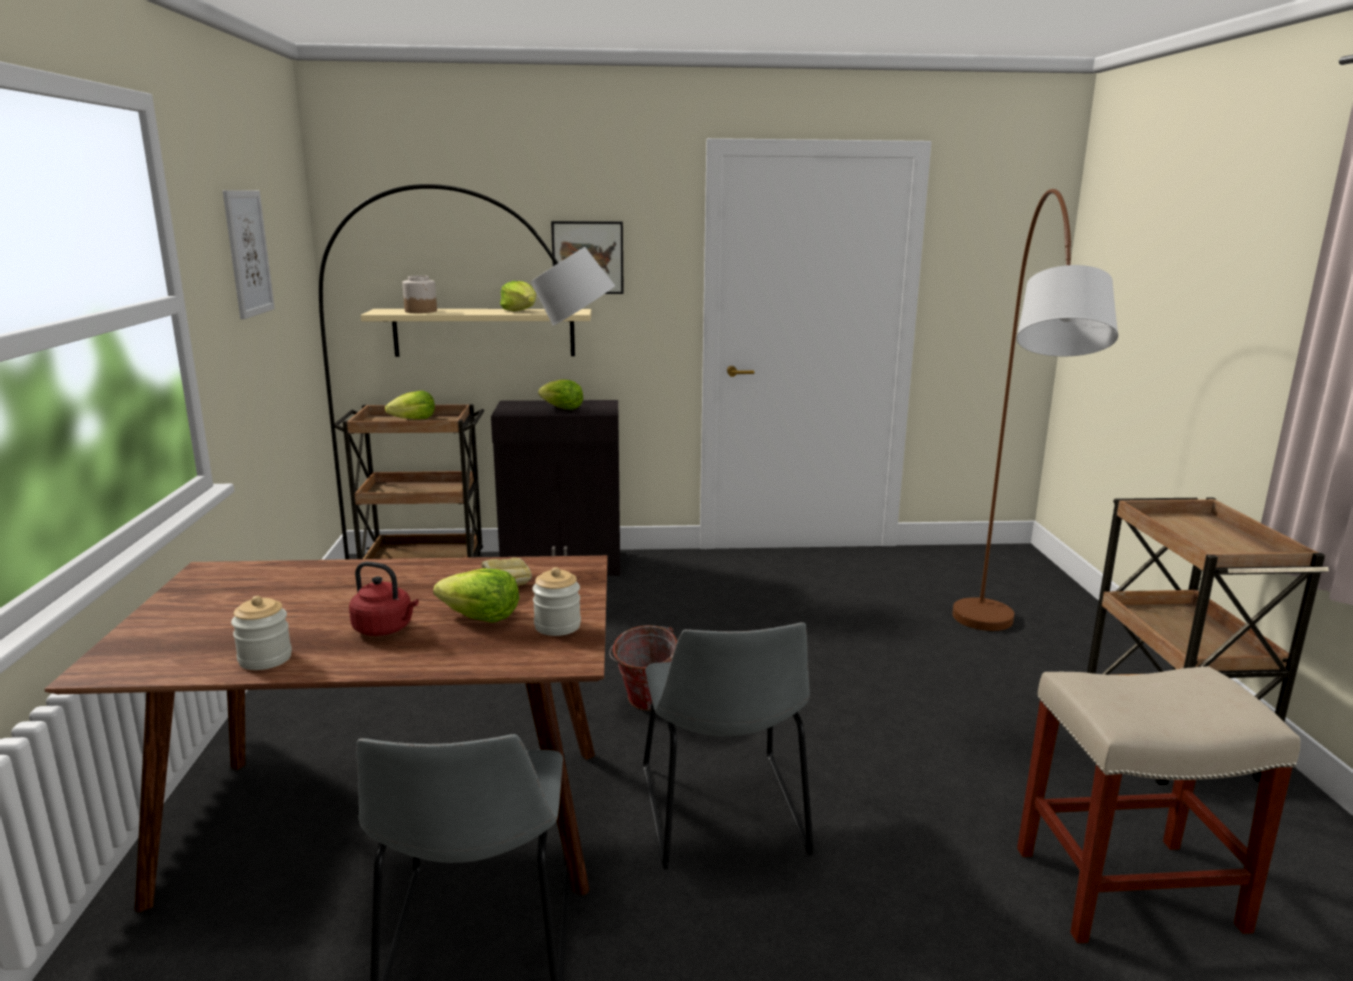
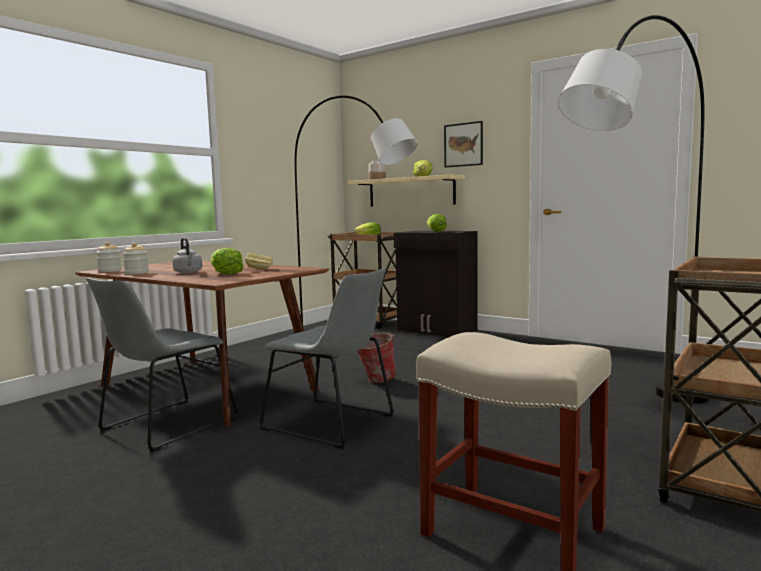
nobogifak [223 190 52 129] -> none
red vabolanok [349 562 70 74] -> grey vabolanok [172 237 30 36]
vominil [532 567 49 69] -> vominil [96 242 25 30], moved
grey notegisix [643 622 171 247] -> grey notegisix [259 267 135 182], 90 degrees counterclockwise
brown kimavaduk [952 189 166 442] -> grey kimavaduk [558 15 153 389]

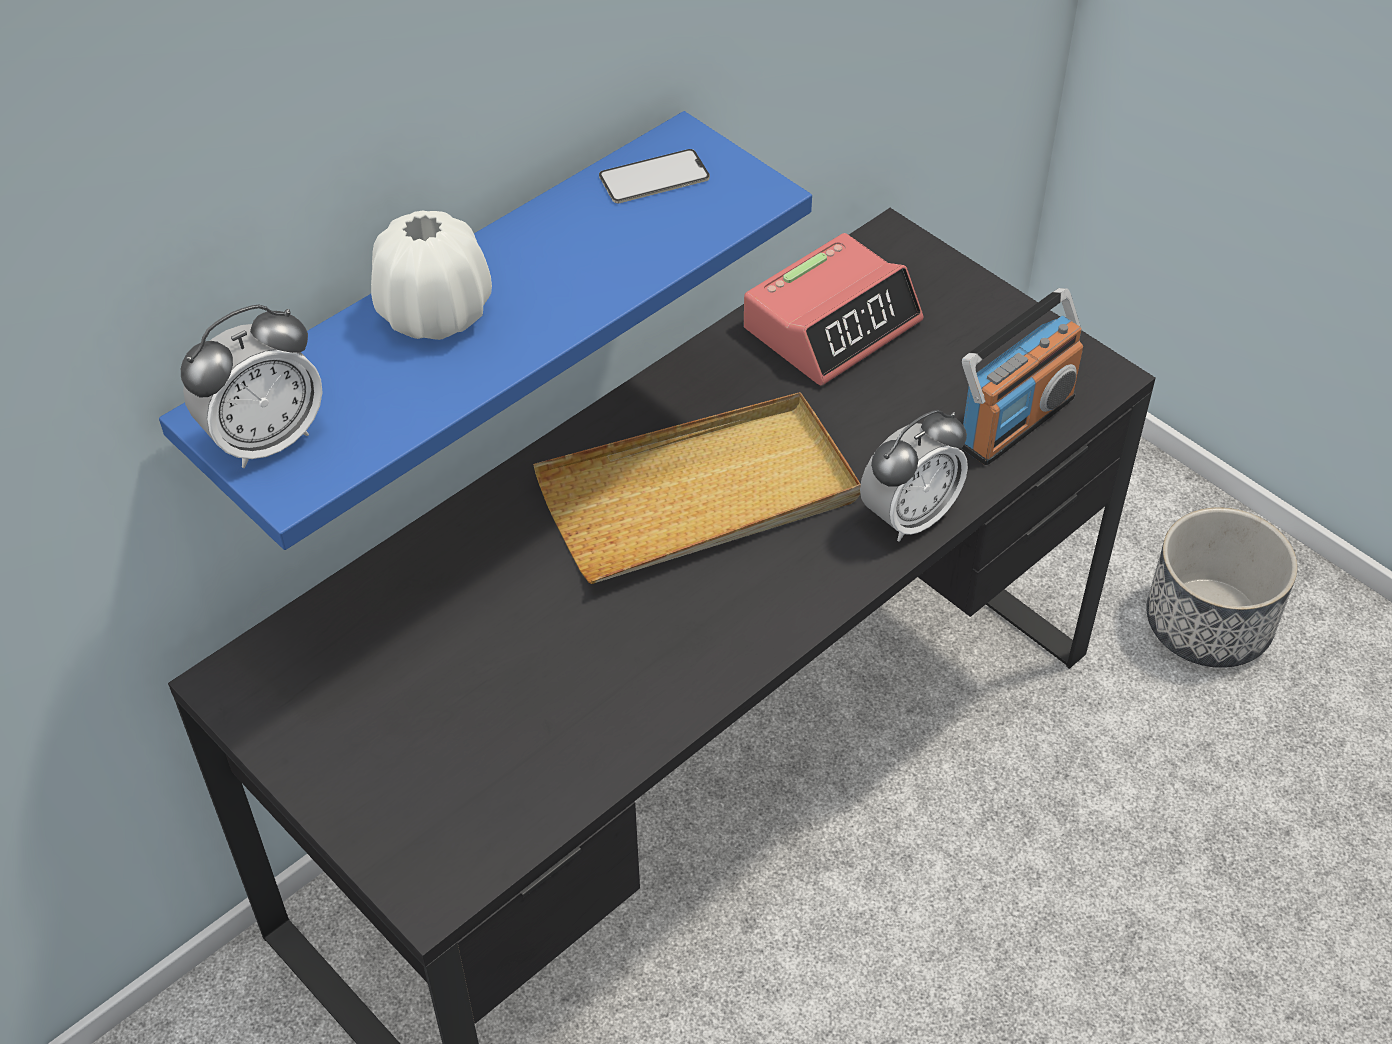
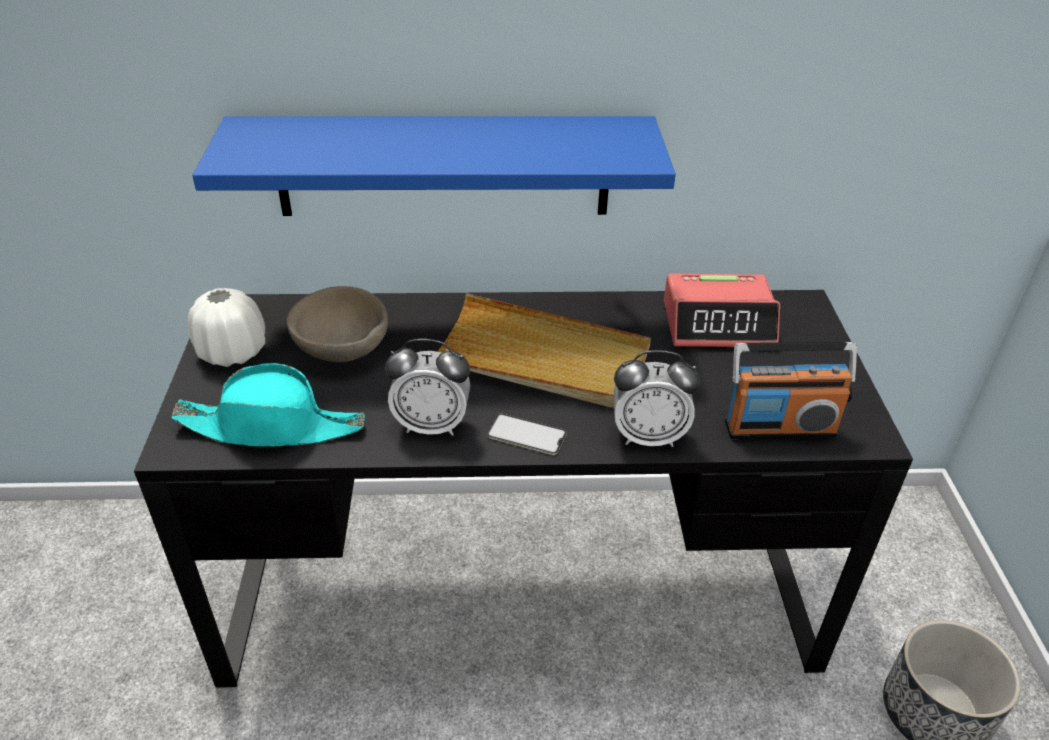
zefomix [181 304 142 164] -> zefomix [385 339 85 97], moved
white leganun [371 211 121 129] -> white leganun [188 288 77 79], moved
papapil [599 149 111 54] -> papapil [487 414 80 41], moved
none -> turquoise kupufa [171 363 194 84]
none -> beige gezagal [287 286 101 76]

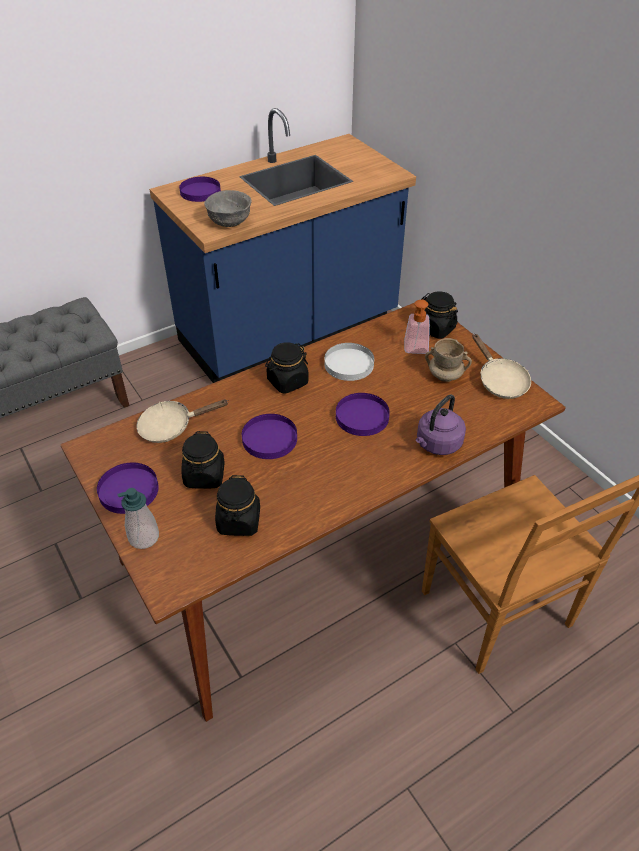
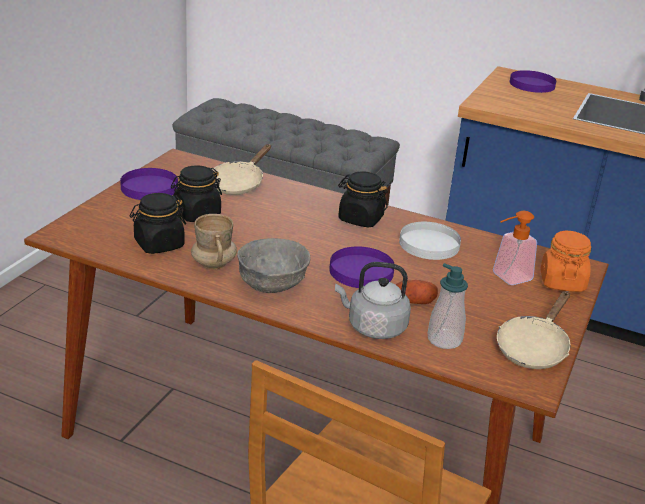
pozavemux [118 488 41 61] -> pozavemux [428 263 40 86], moved
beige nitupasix [137 399 92 44] -> beige nitupasix [212 144 59 51], 105 degrees counterclockwise
grey gezagal [204 190 48 37] -> grey gezagal [237 238 74 55], moved
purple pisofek [242 414 55 45] -> none
purple vabolanok [416 394 50 61] -> grey vabolanok [335 262 76 77]
black vominil [421 291 37 48] -> orange vominil [540 231 51 61]
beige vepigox [425 338 47 44] -> beige vepigox [191 214 46 56], moved
none -> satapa [396 280 42 24]

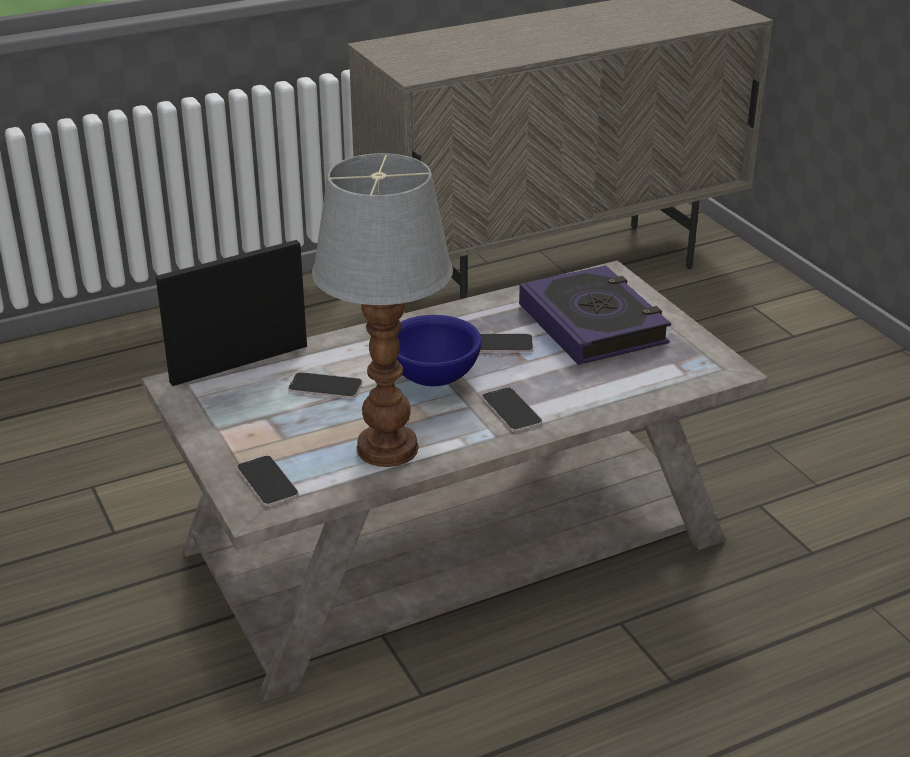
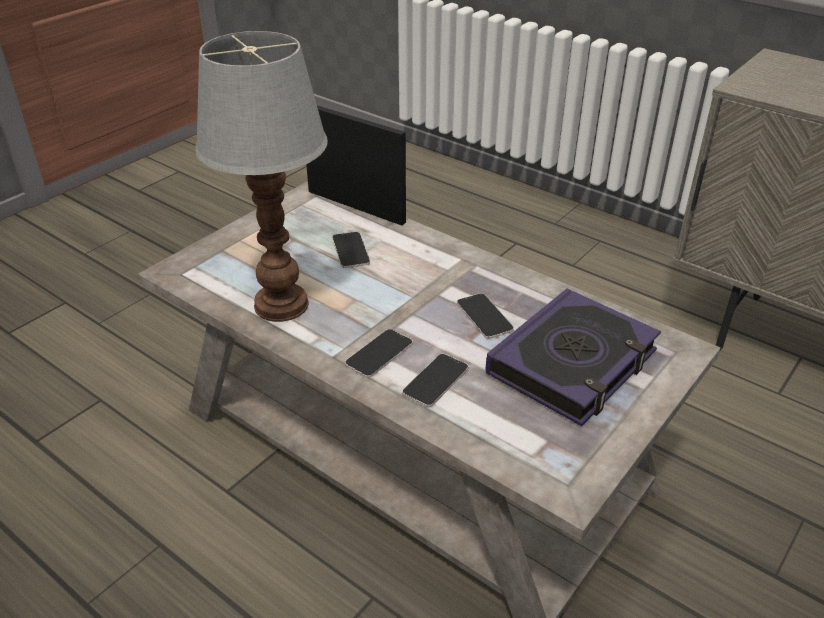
papapil [237 455 62 51] -> papapil [402 354 67 53], moved
blue gezagal [397 315 85 71] -> none

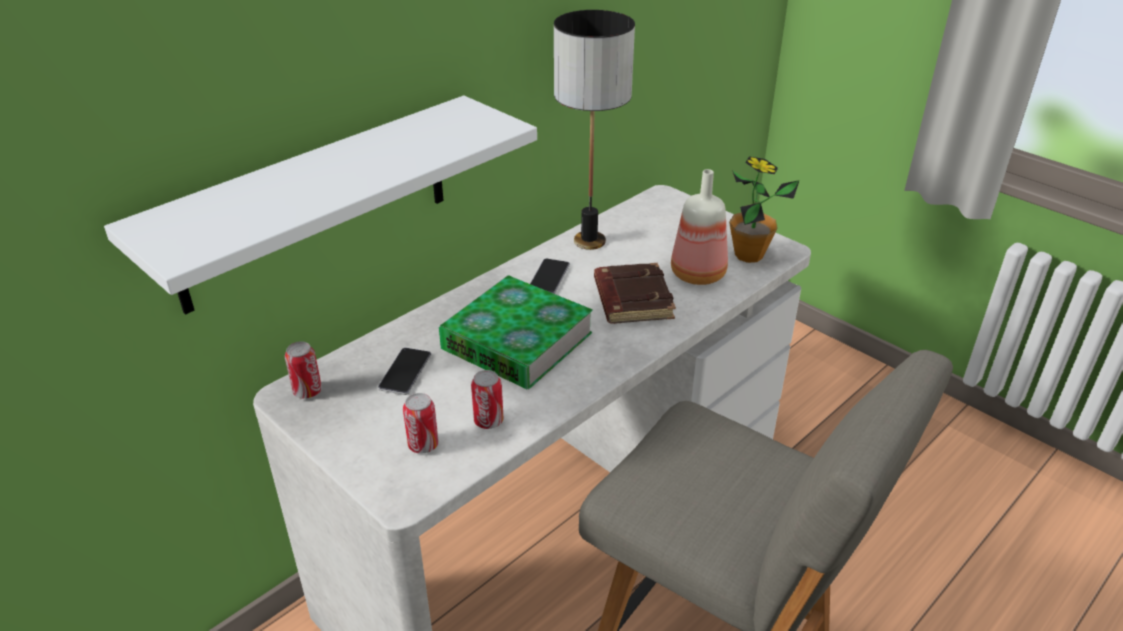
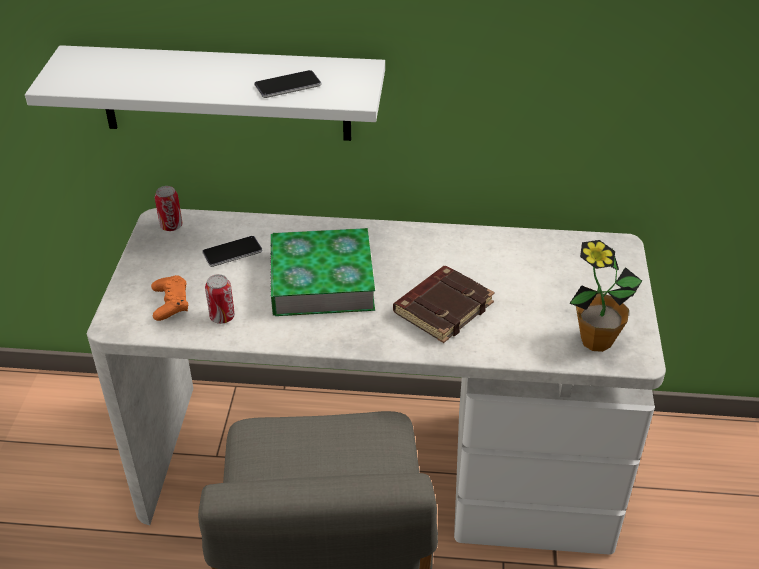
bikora [403 393 36 61] -> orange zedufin [151 275 38 46]
papapil [530 259 40 35] -> papapil [254 70 67 28], moved
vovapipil [554 10 81 240] -> none
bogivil [671 169 57 116] -> none

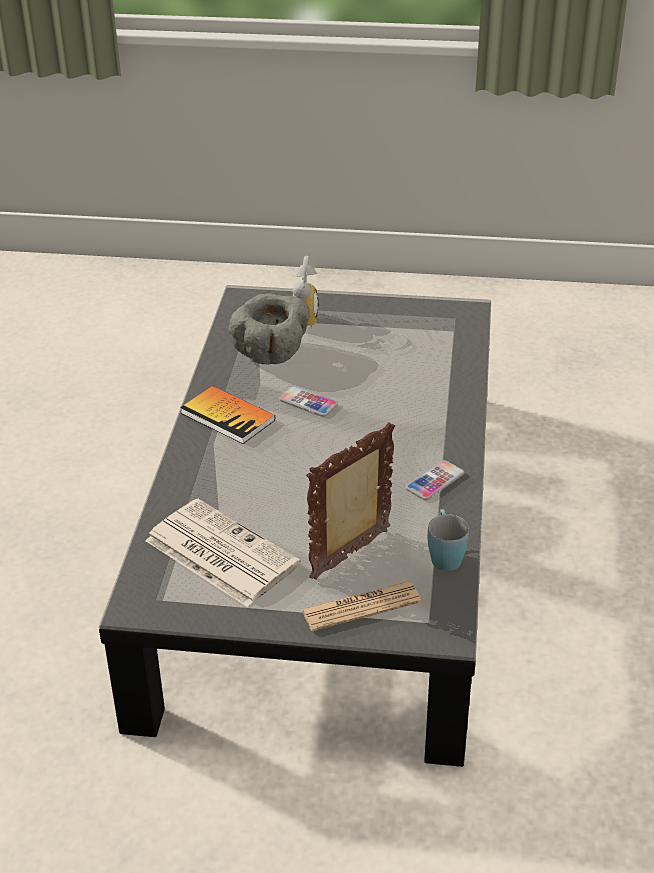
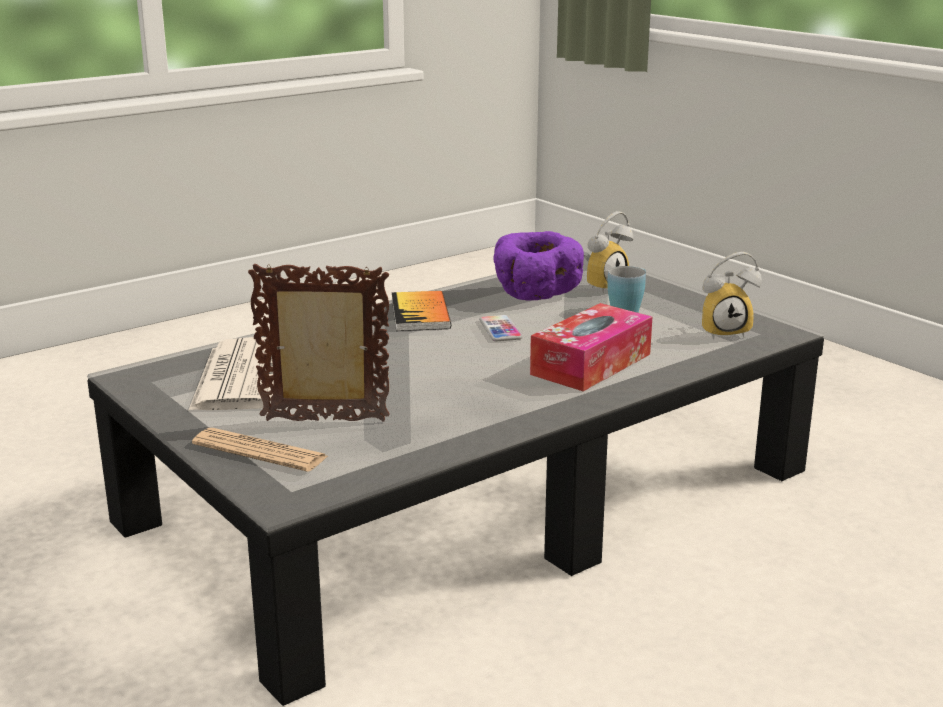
grey gezagal [229 294 81 71] -> purple gezagal [493 231 91 70]
papapil [406 460 58 40] -> none
blue vepigox [428 509 41 62] -> blue vepigox [607 266 39 47], moved
none -> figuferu [530 303 122 88]
none -> zefomix [702 252 60 88]

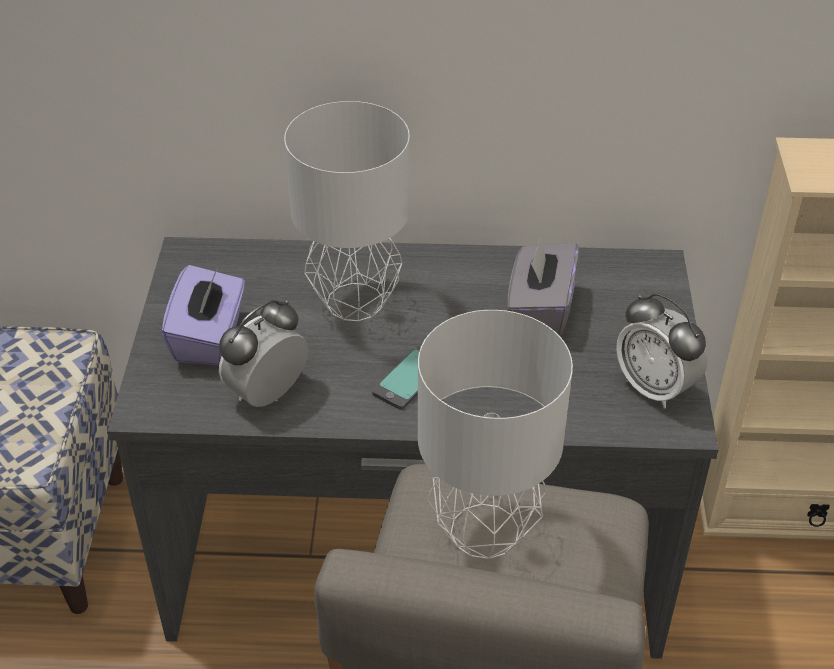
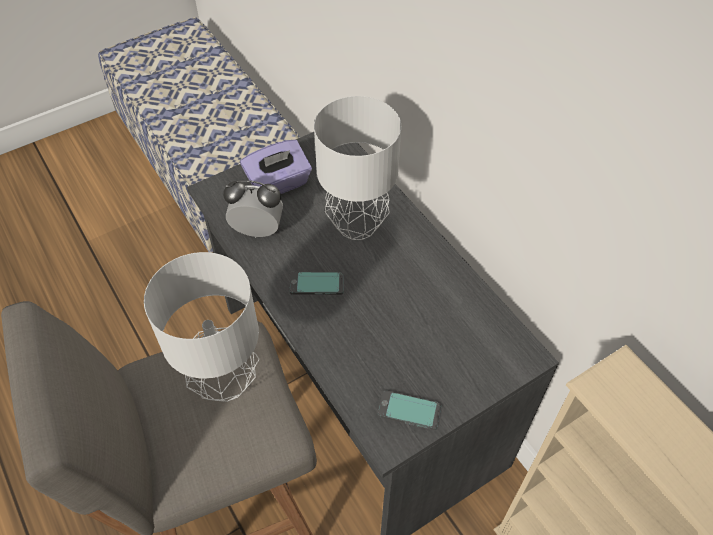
grey figuferu [507 238 72 98] -> none
zefomix [616 293 92 116] -> papapil [378 390 64 40]

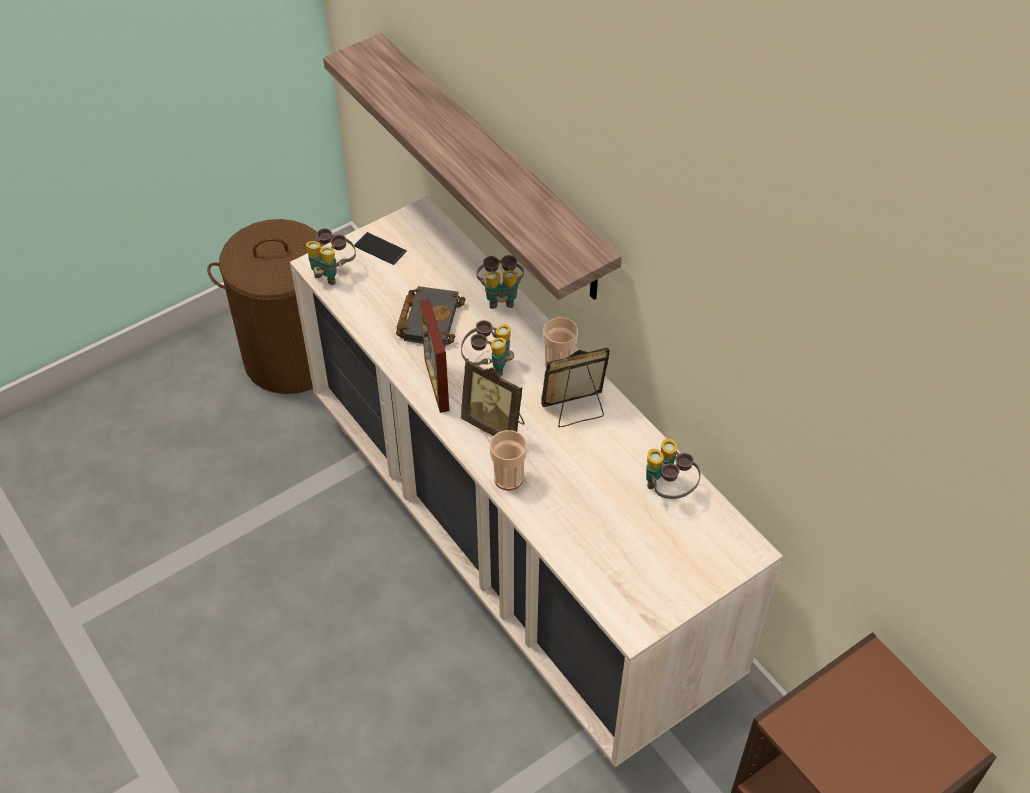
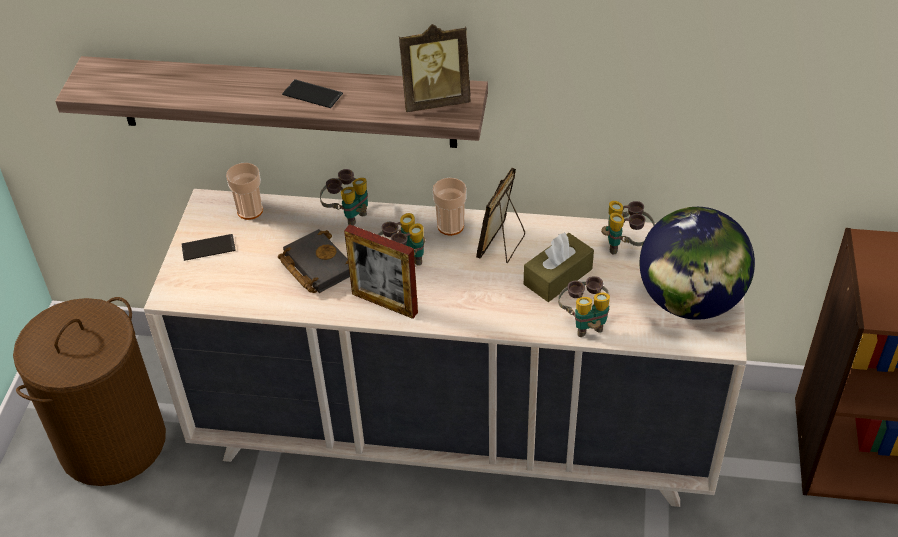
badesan [306 228 50 57] -> badesan [558 276 52 61], moved
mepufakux [461 358 64 78] -> mepufakux [399 24 72 88], moved
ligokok [490 430 37 60] -> ligokok [226 163 37 57], moved
none -> papapil [282 79 61 29]
none -> brown figuferu [524 233 70 69]
none -> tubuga [640 207 115 113]

